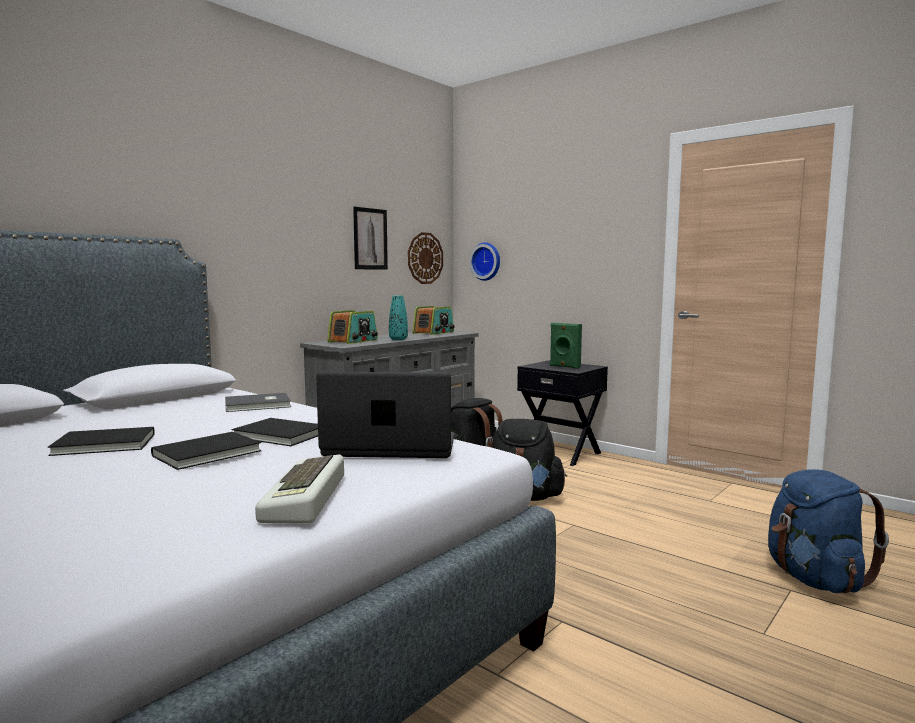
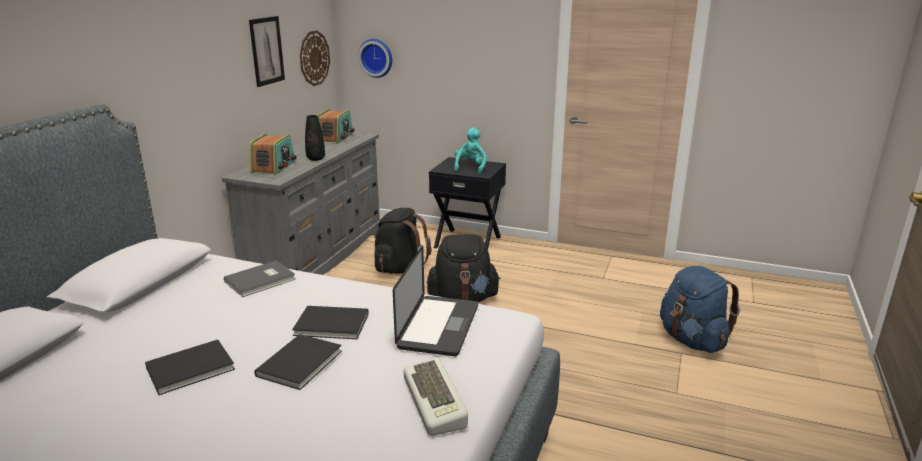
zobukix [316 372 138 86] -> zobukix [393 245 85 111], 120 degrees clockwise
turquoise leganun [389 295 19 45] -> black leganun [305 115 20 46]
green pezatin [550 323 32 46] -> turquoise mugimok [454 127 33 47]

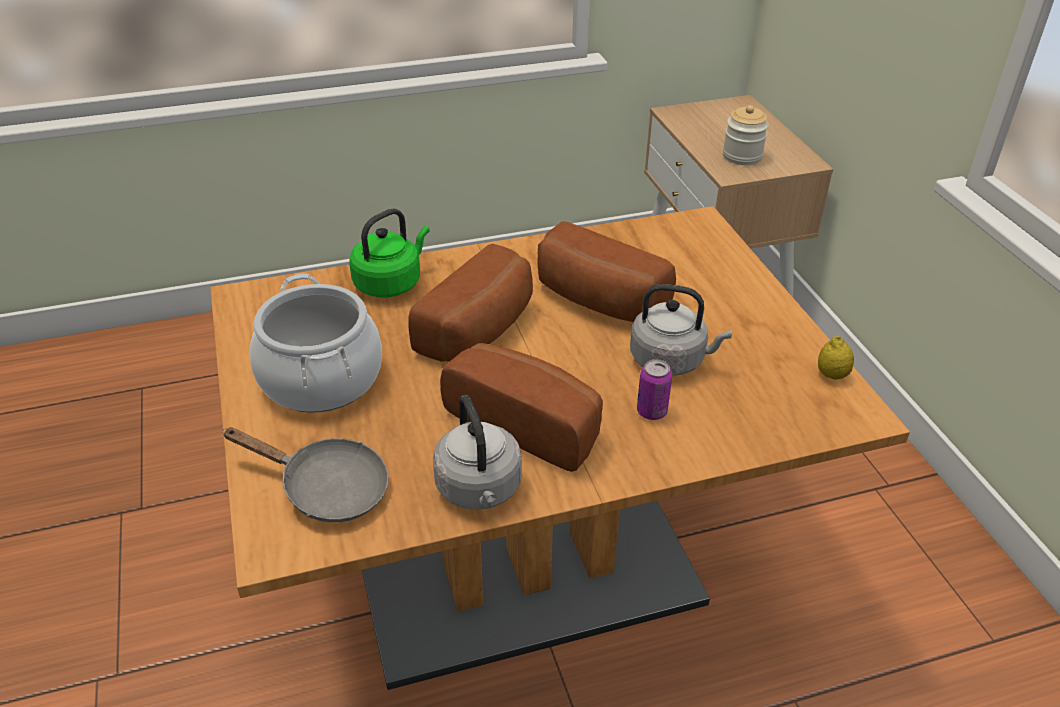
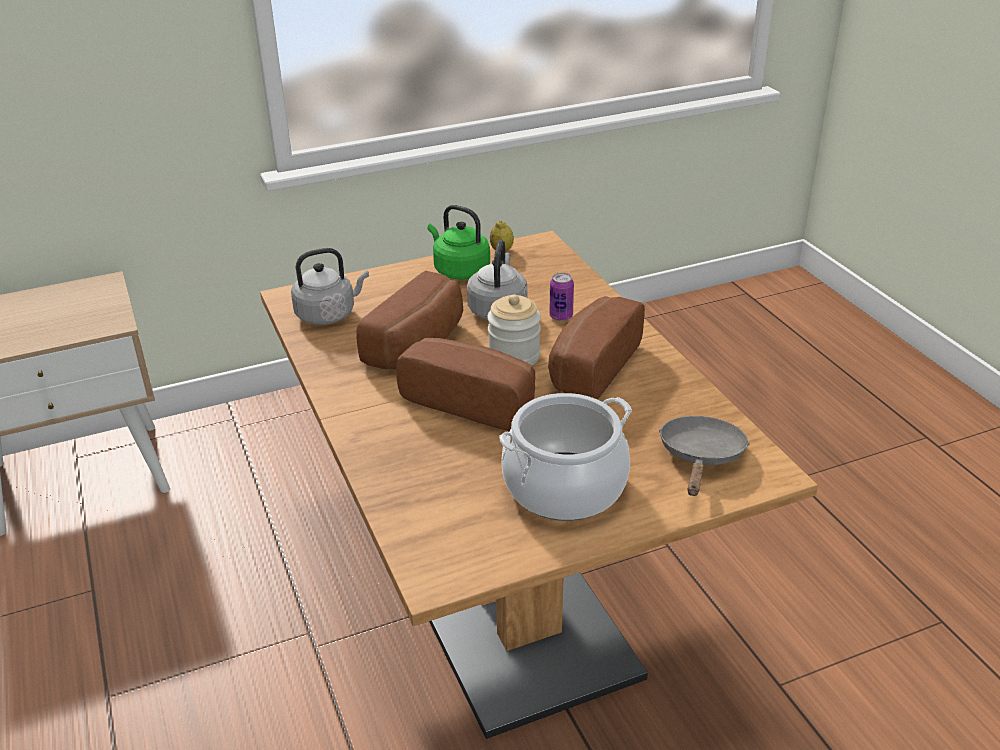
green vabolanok [349 209 81 89] -> green vabolanok [428 205 62 75], moved
grey vabolanok [433 395 89 115] -> grey vabolanok [291 248 78 77], moved
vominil [723 105 46 60] -> vominil [487 294 54 71], moved

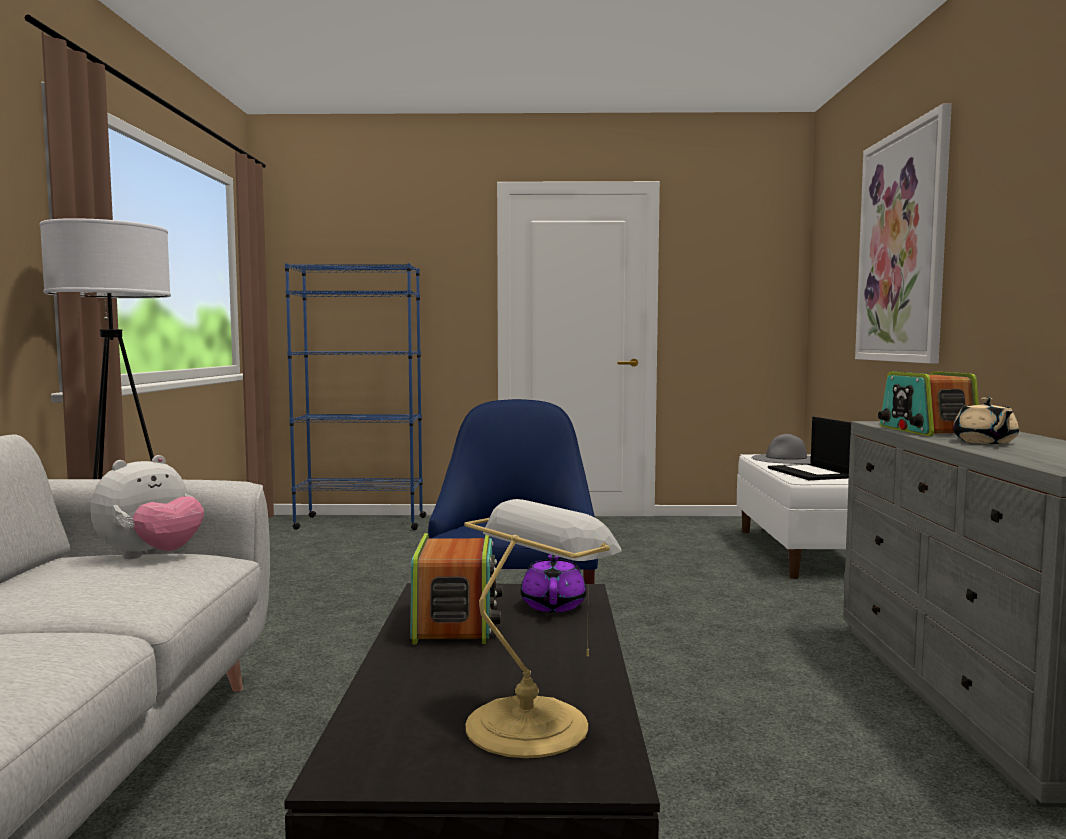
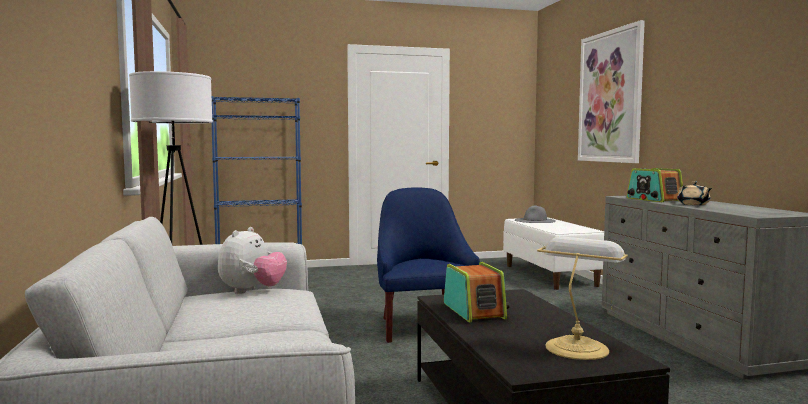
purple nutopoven [521 554 65 58] -> none
zobukix [768 417 83 63] -> none

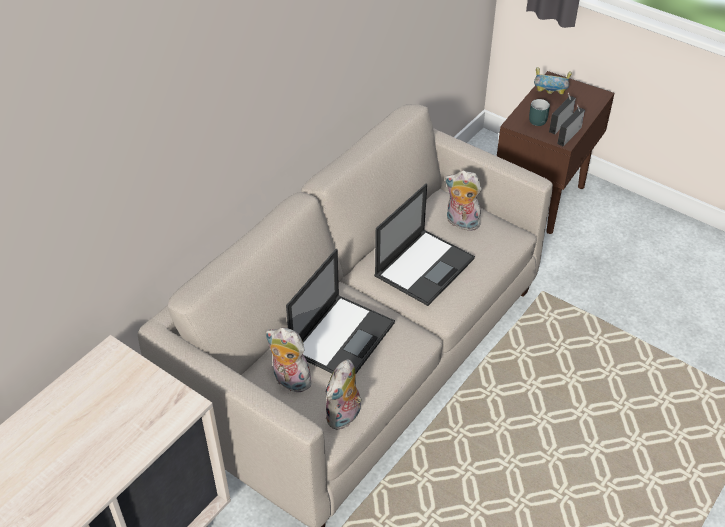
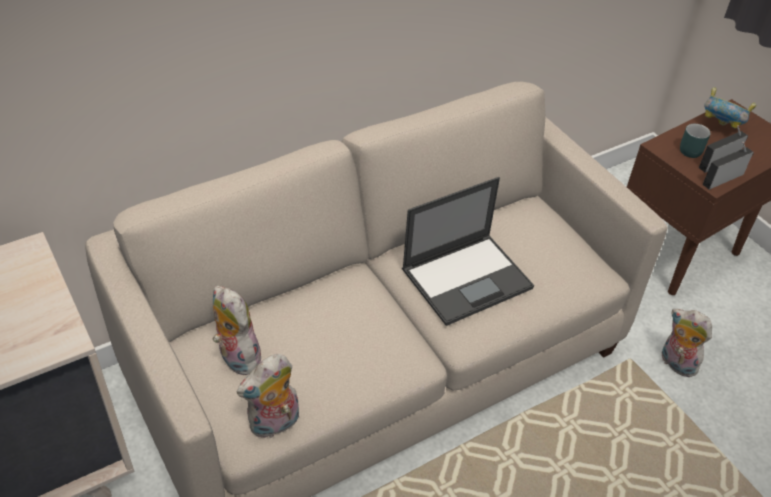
zobukix [286 249 109 125] -> none
mugimok [444 170 38 61] -> mugimok [662 309 50 68], moved

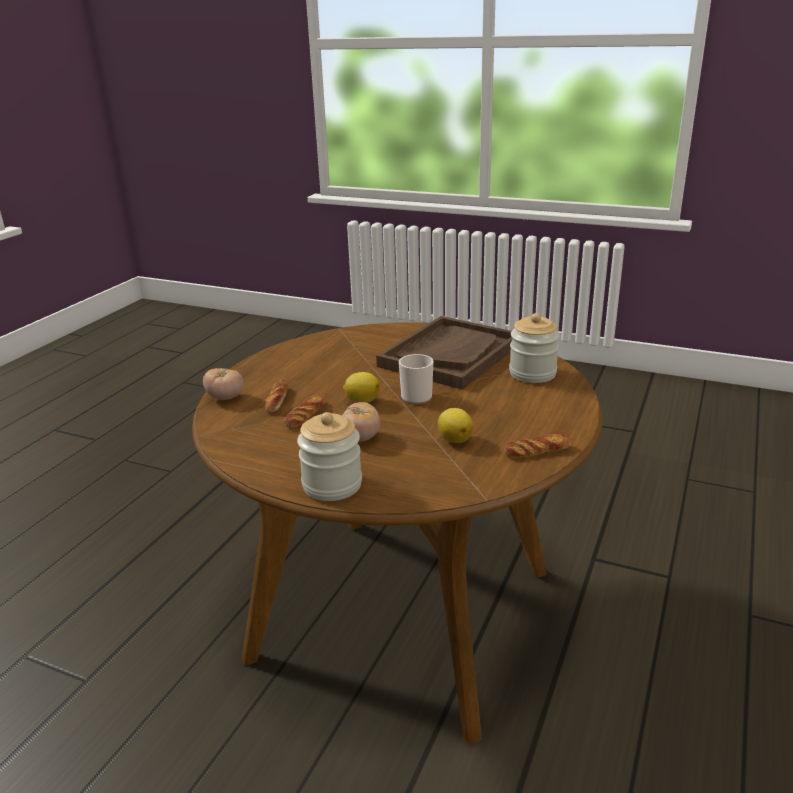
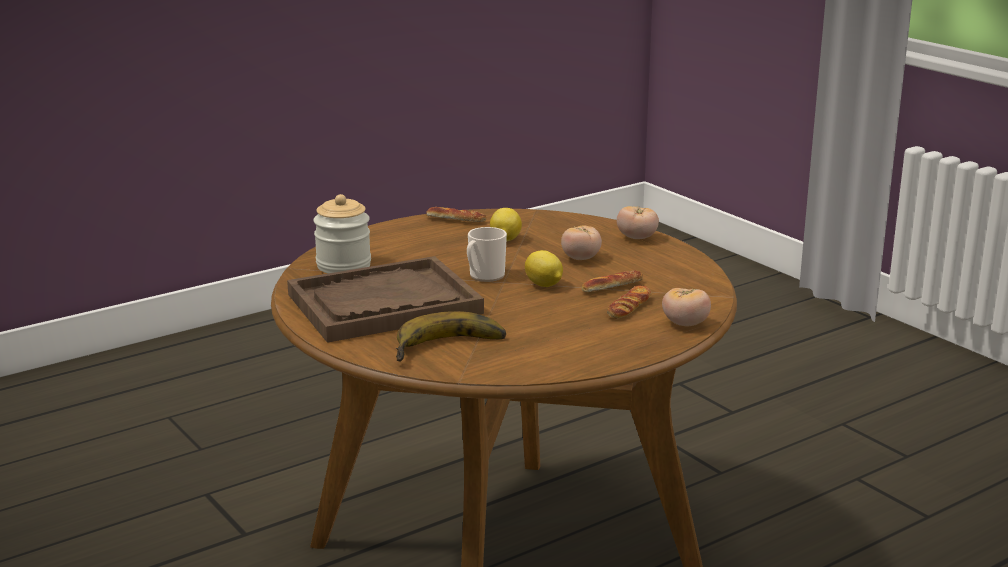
vominil [297 412 65 89] -> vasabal [617 206 42 33]
none -> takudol [395 311 111 51]

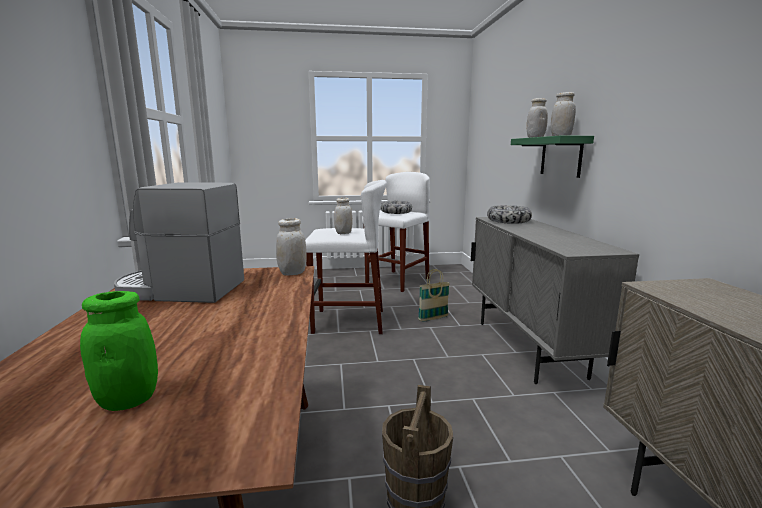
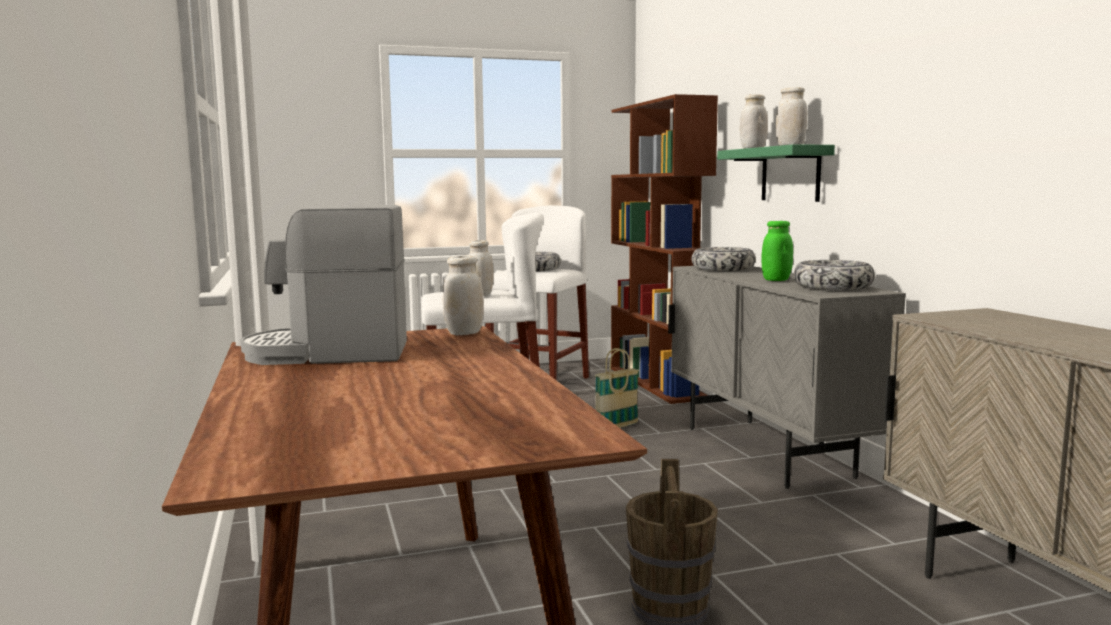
green vominil [80 291 78 120] -> green vominil [761 221 32 60], moved
none -> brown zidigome [611 94 107 310]
none -> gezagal [794 260 81 30]

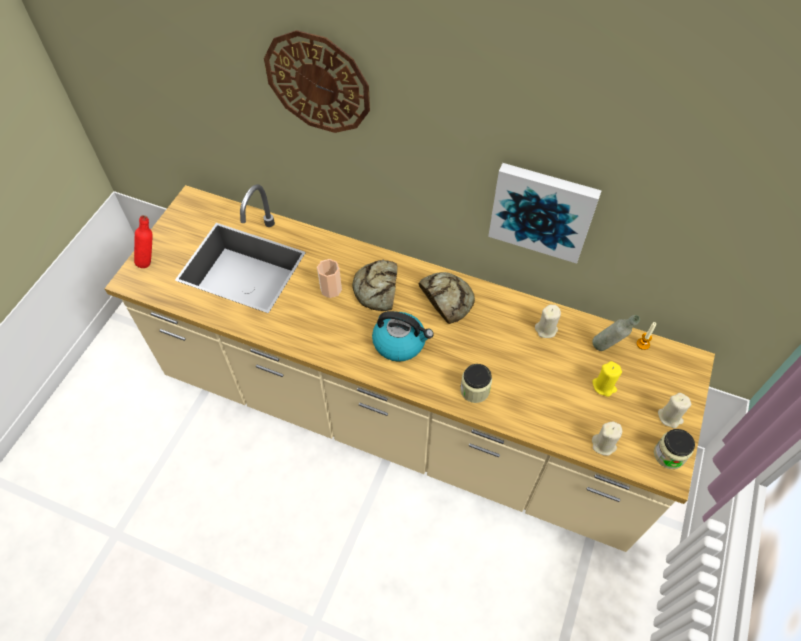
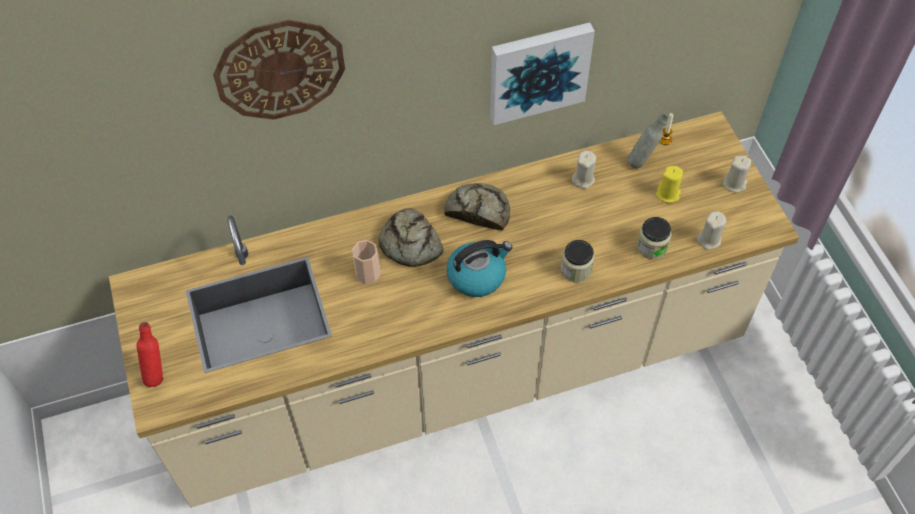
vominil [654 429 41 40] -> vominil [637 217 35 42], moved

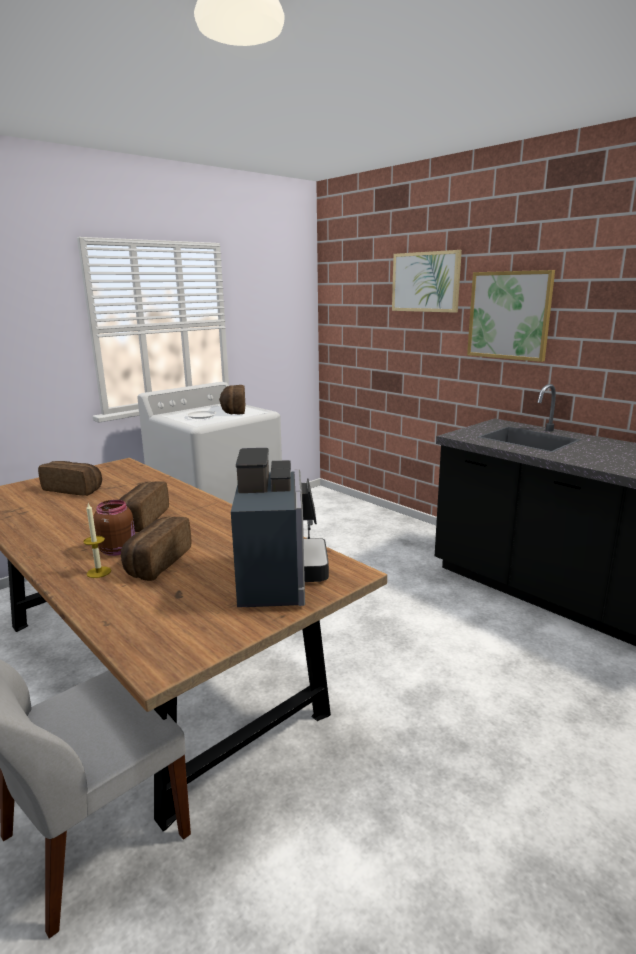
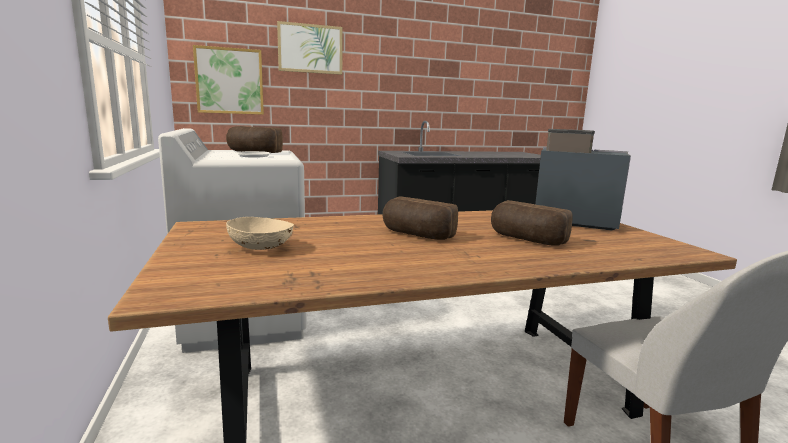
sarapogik [38 461 64 35] -> beige gezagal [226 217 68 33]
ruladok [83 503 28 75] -> none
brown vominil [93 500 42 56] -> none
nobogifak [467 270 88 92] -> nobogifak [193 45 71 70], moved

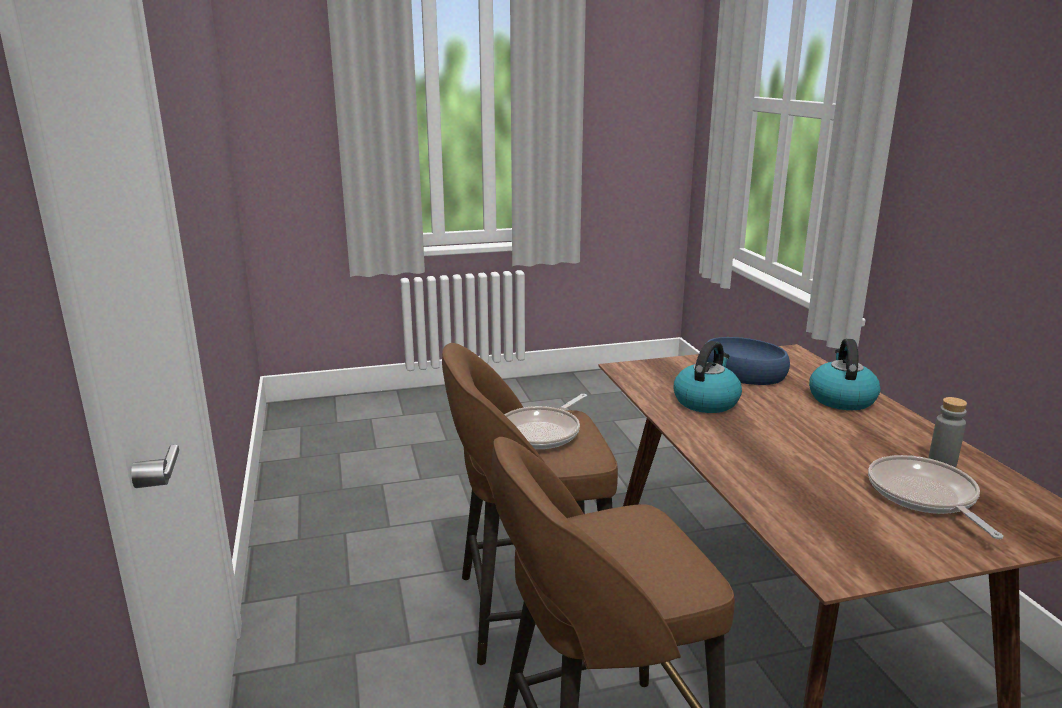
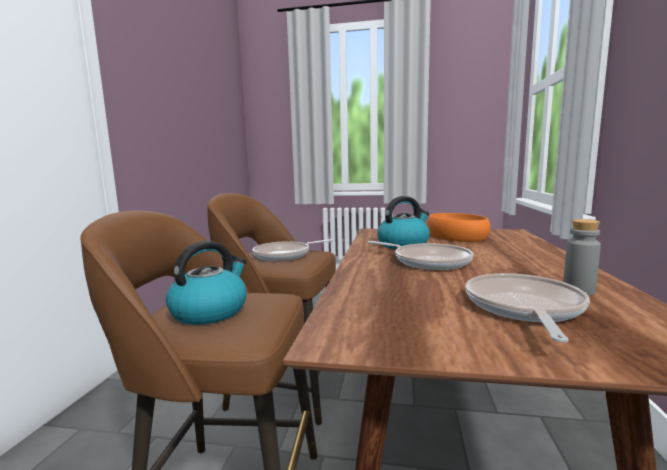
blue gezagal [706 337 84 48] -> orange gezagal [427 213 63 29]
vabolanok [809 339 71 71] -> vabolanok [166 241 81 84], moved
none -> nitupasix [368 241 106 29]

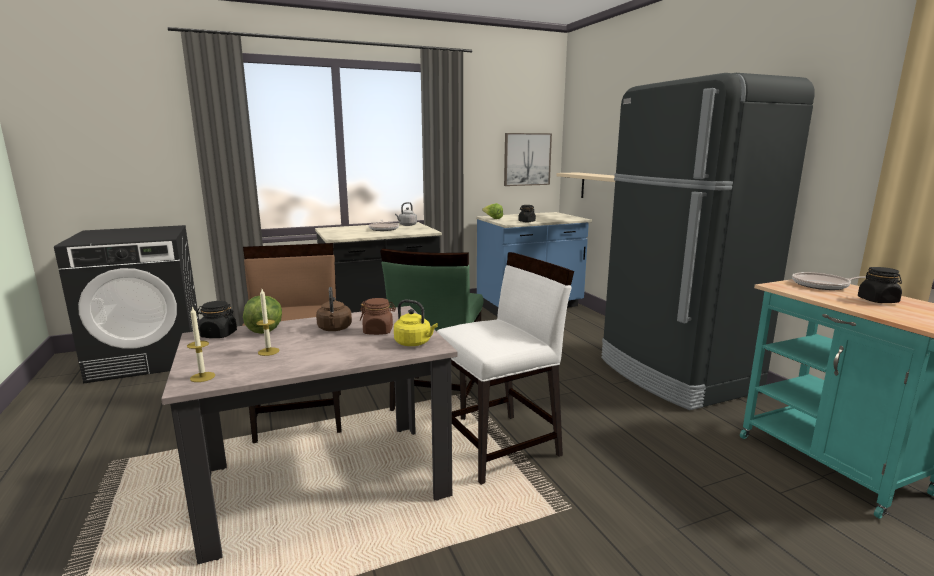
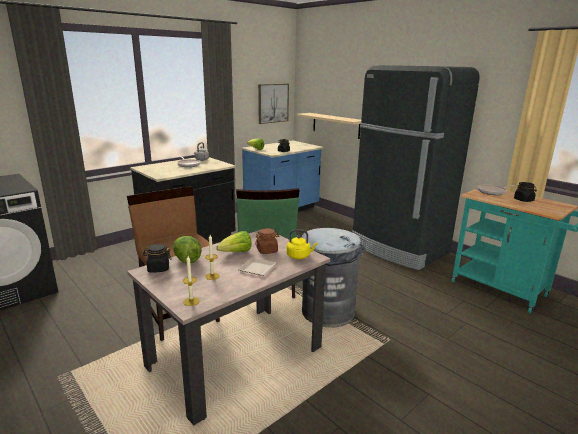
brown vabolanok [316 287 36 44] -> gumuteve [216 231 36 21]
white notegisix [437 252 137 233] -> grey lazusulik [301 228 65 100]
none -> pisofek [238 258 39 18]

